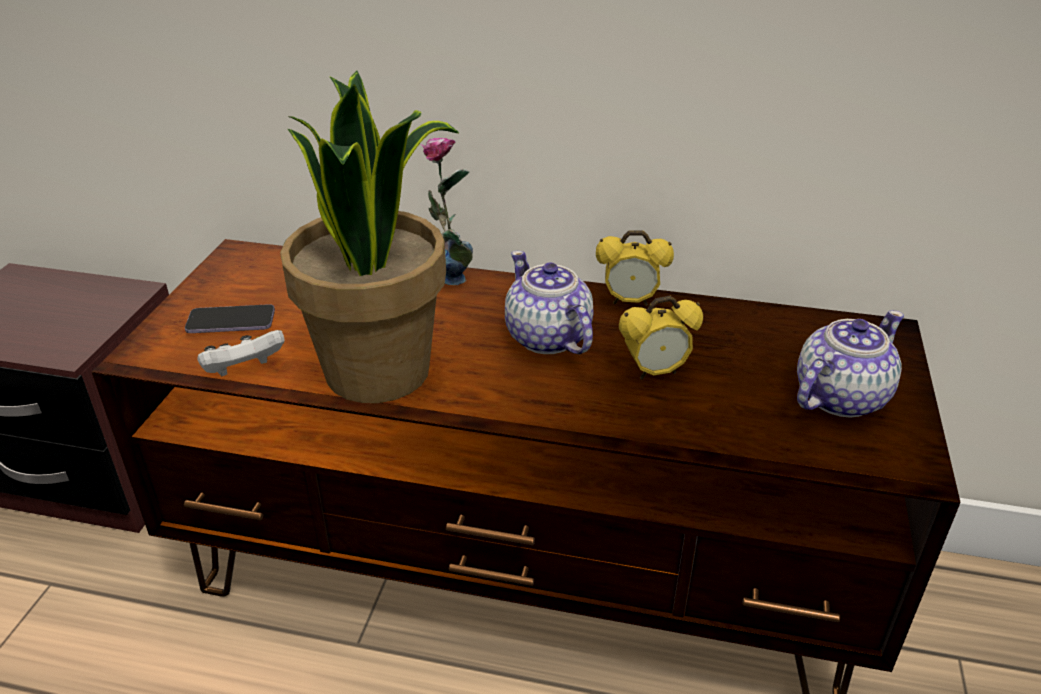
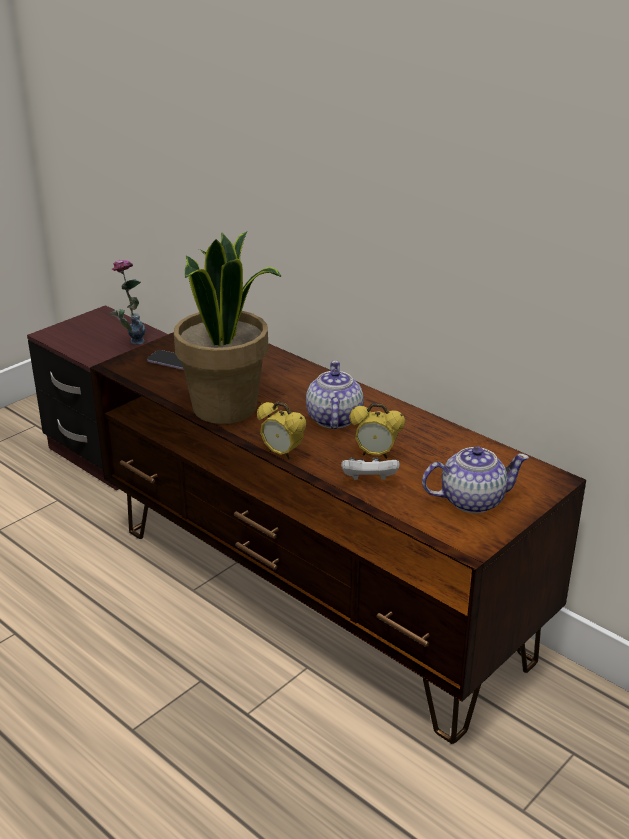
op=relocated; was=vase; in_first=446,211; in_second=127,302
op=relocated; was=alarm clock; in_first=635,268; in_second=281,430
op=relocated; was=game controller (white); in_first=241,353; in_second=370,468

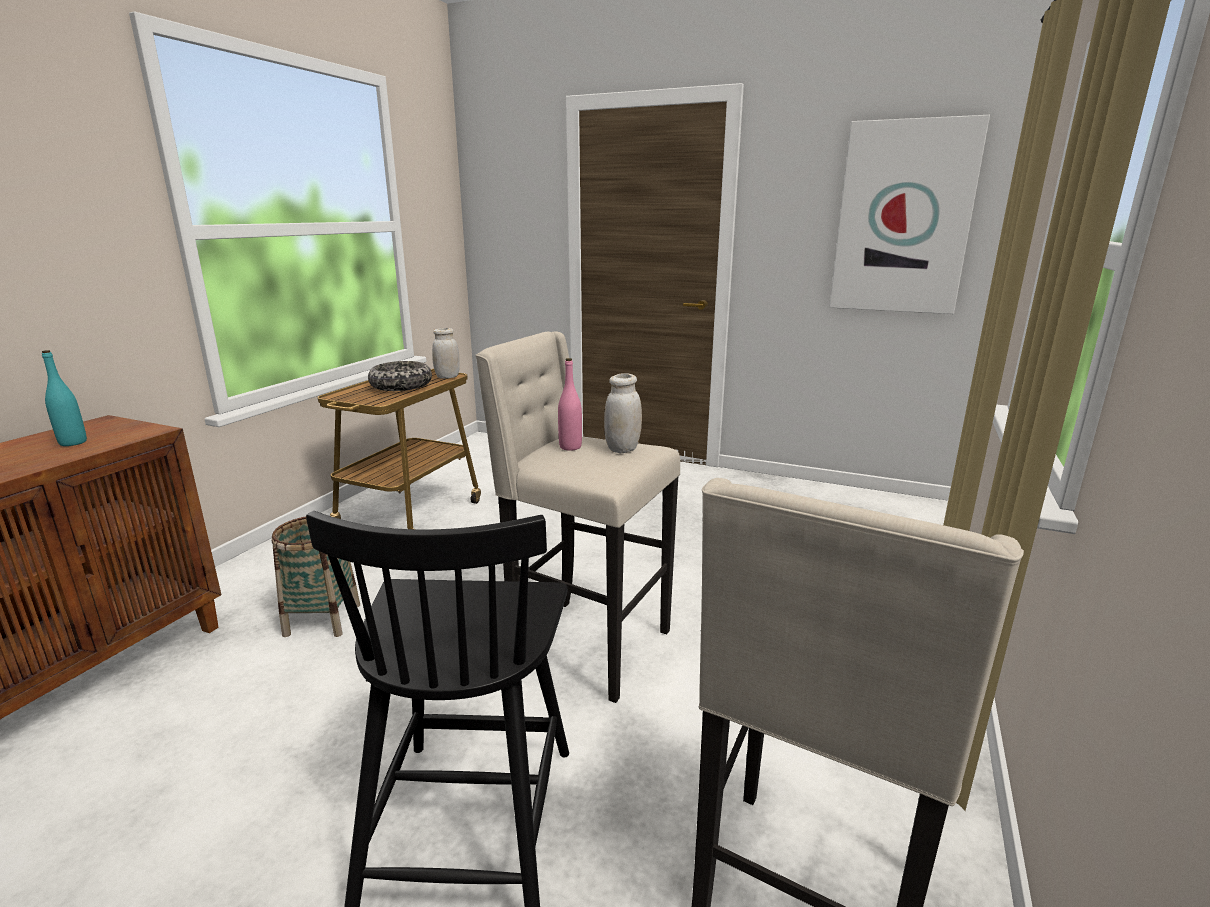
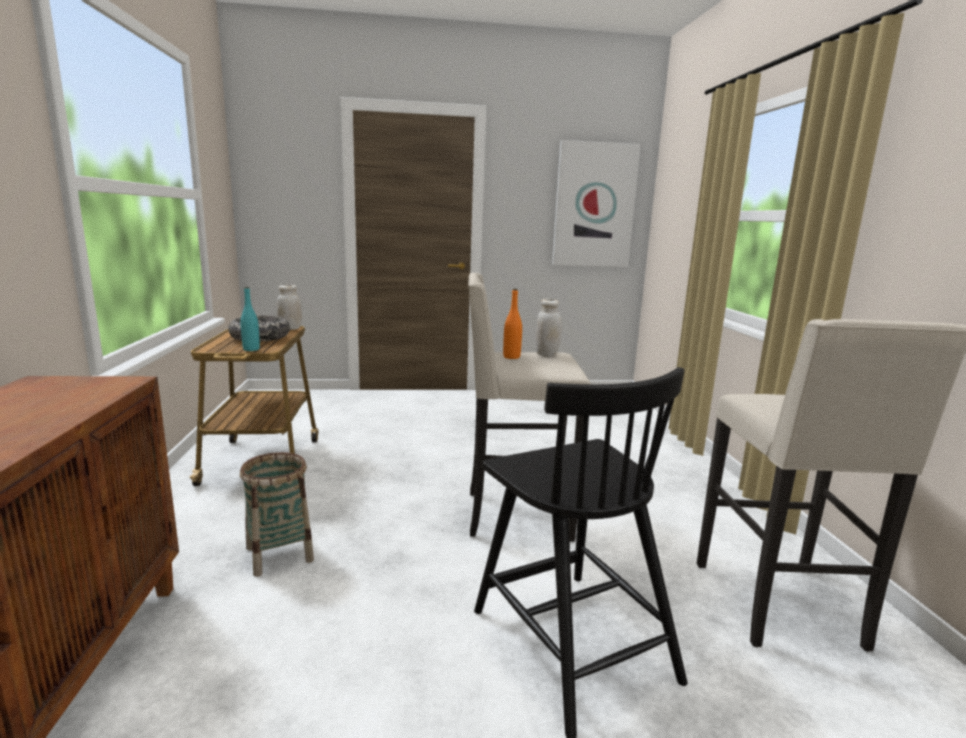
op=relocated; was=bottle (turquoise); in_first=64,398; in_second=250,319
op=colour; was=bottle (pink); now=bottle (orange); in_first=570,404; in_second=512,324

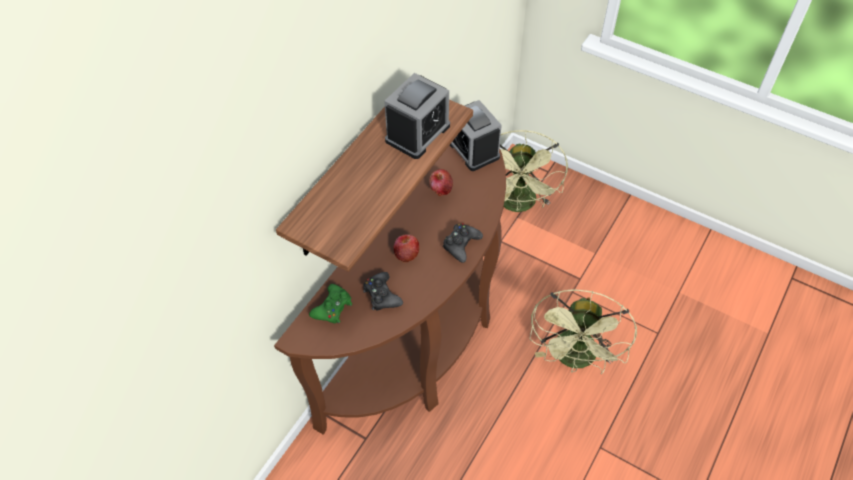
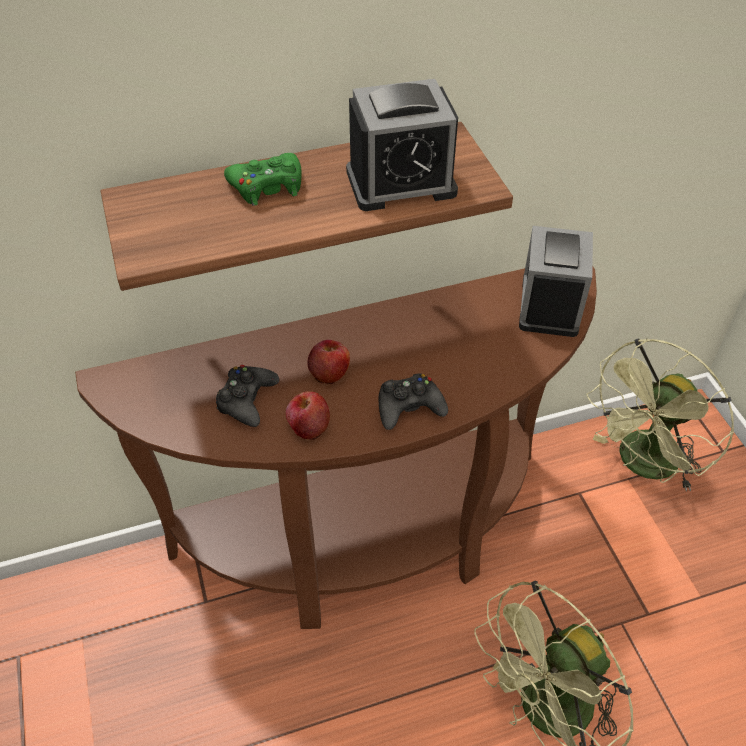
op=relocated; was=apple; in_first=441,182; in_second=308,416
op=relocated; was=game controller (green); in_first=330,303; in_second=262,179

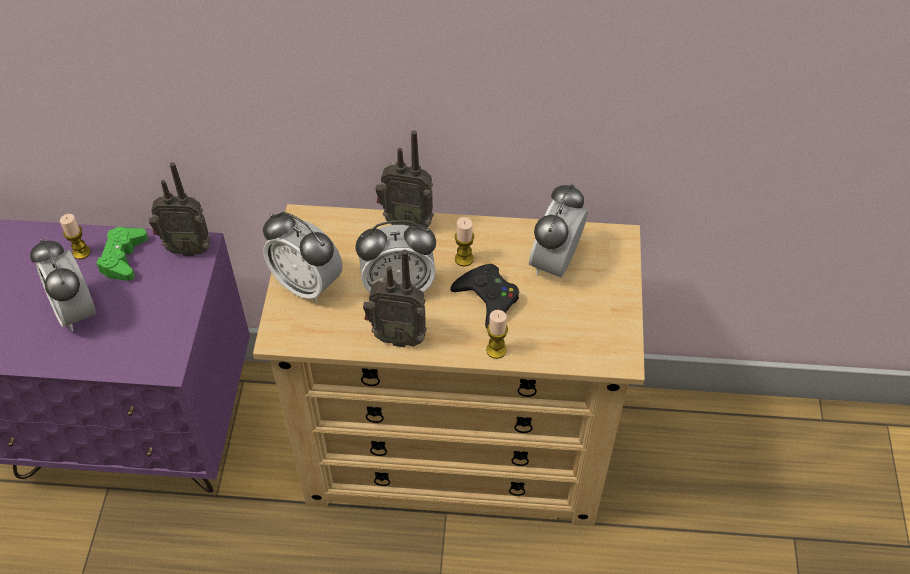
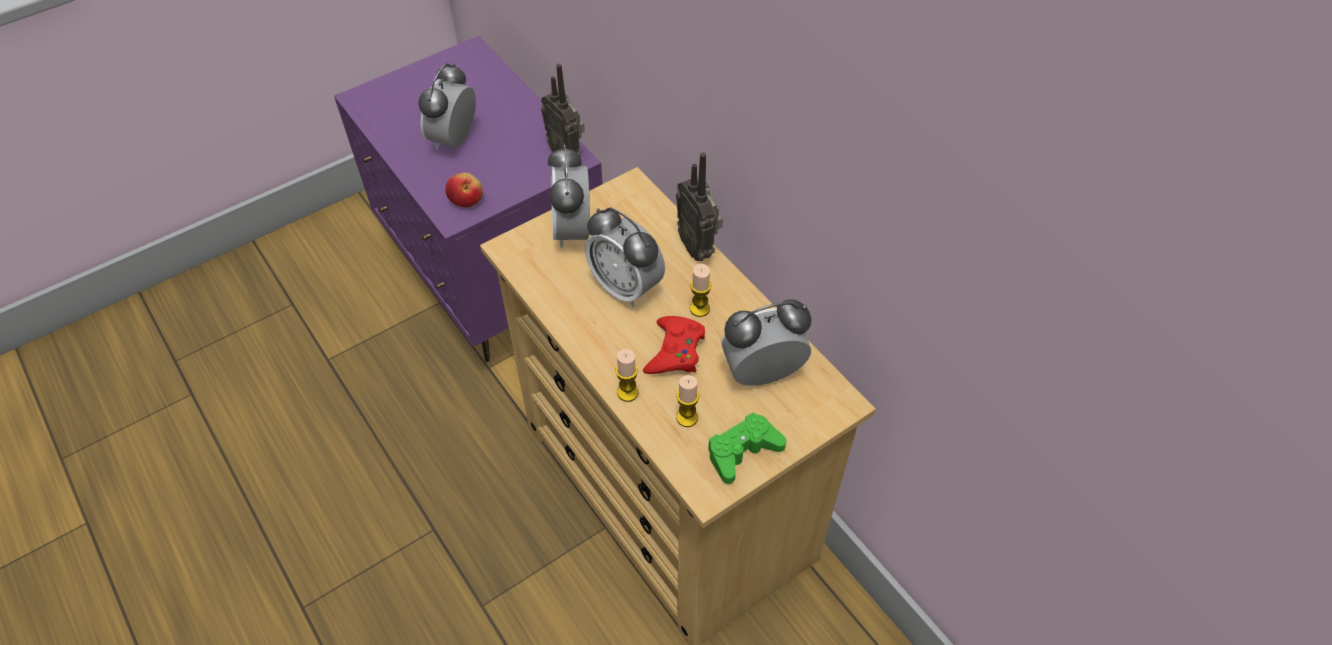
op=relocated; was=candle; in_first=75,236; in_second=687,401
op=relocated; was=game controller (green); in_first=122,254; in_second=747,448
op=missing; was=radio; in_first=395,298
op=colour; was=game controller (black); now=game controller (red); in_first=484,296; in_second=674,345
op=appeared; now=apple; in_second=464,190

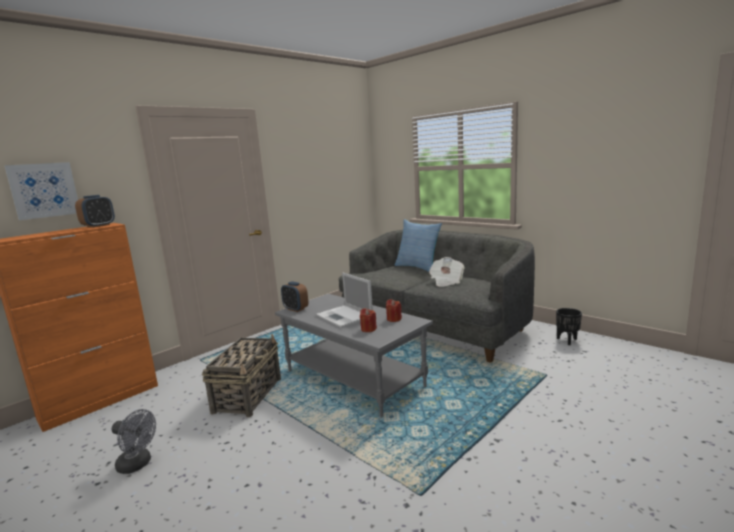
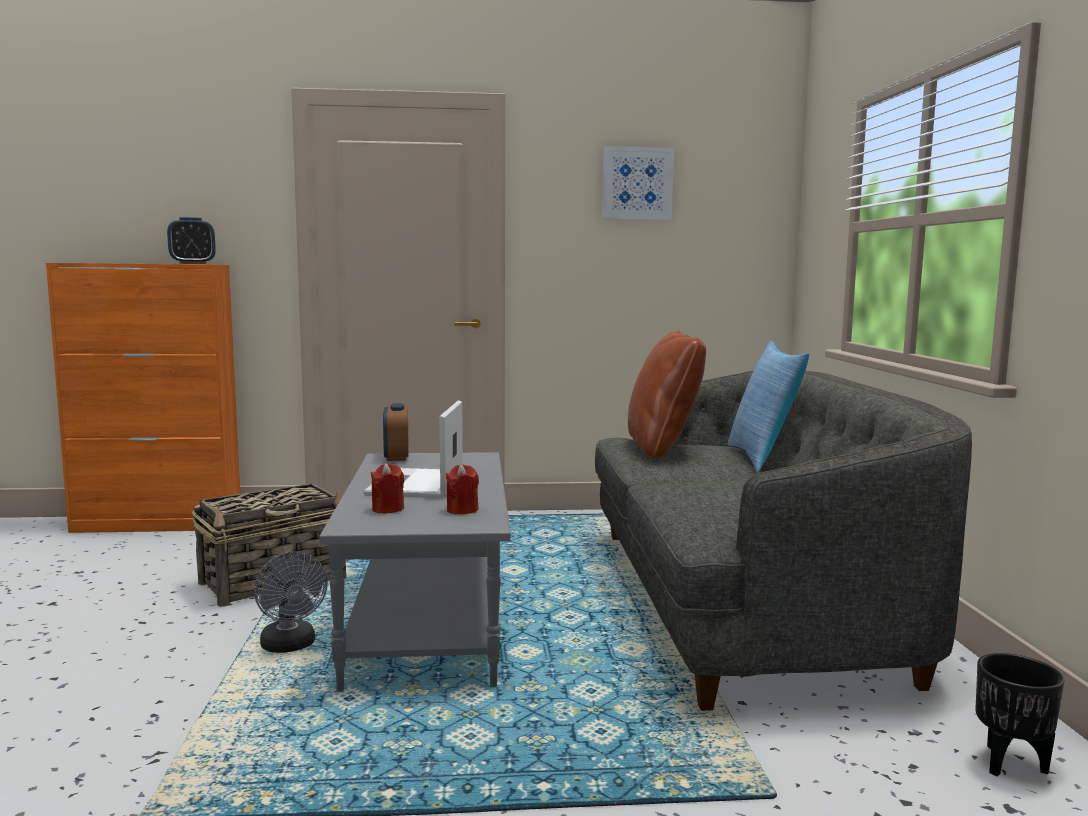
op=relocated; was=picture; in_first=41,191; in_second=638,183
op=missing; was=newspaper; in_first=447,272
op=relocated; was=fan (grey); in_first=134,441; in_second=291,602
op=appeared; now=pillow (brown); in_second=667,395

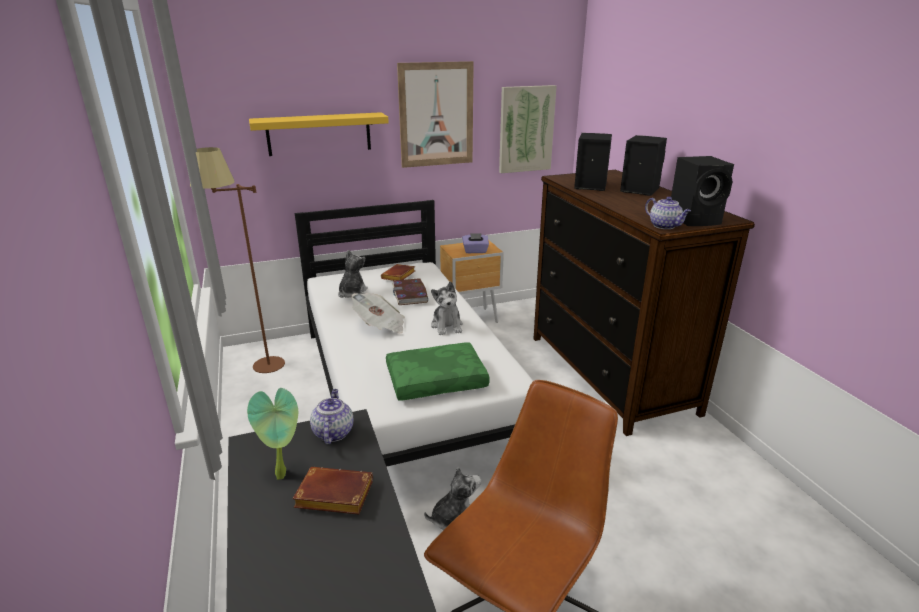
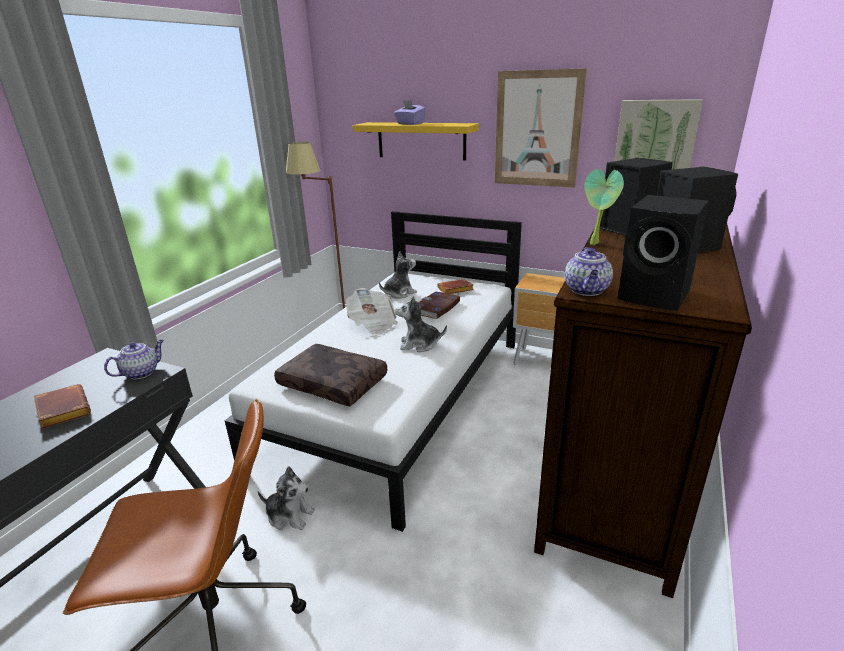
op=relocated; was=tissue box (purple); in_first=475,243; in_second=410,112
op=spun; was=plush toy; in_first=447,308; in_second=421,324; clockwise=60
op=colour; was=pillow (green); now=pillow (brown); in_first=438,371; in_second=330,375
op=relocated; was=potted plant; in_first=272,434; in_second=604,207

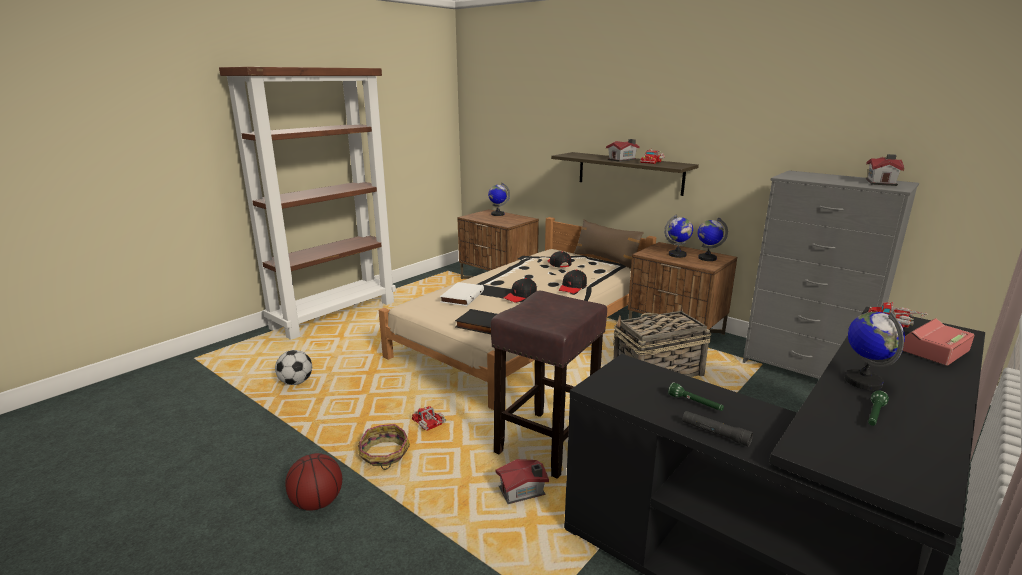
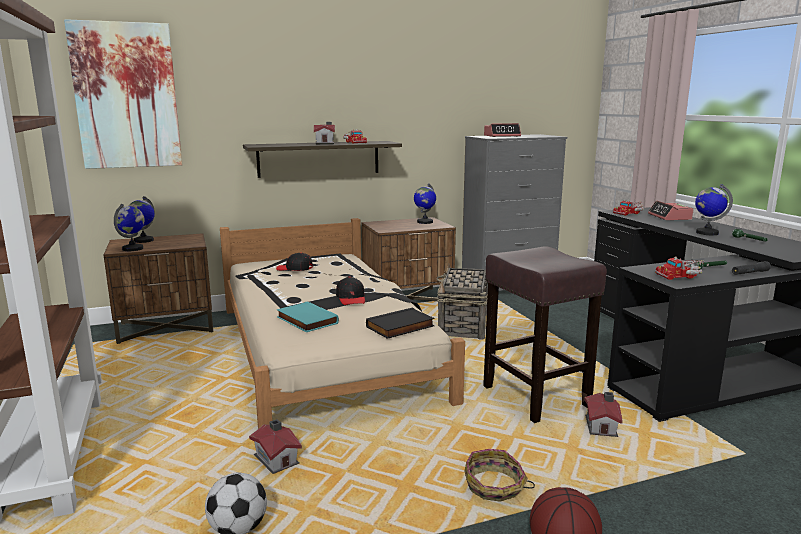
op=relocated; was=toy house; in_first=885,170; in_second=275,446
op=relocated; was=globe; in_first=678,236; in_second=129,227
op=missing; was=pillow (brown); in_first=609,244
op=missing; was=cap (black); in_first=573,282
op=colour; was=book (white); now=book (turquoise); in_first=462,294; in_second=308,317
op=relocated; was=toy truck; in_first=429,418; in_second=679,268
op=appeared; now=picture; in_second=123,94
op=appeared; now=alarm clock; in_second=502,130

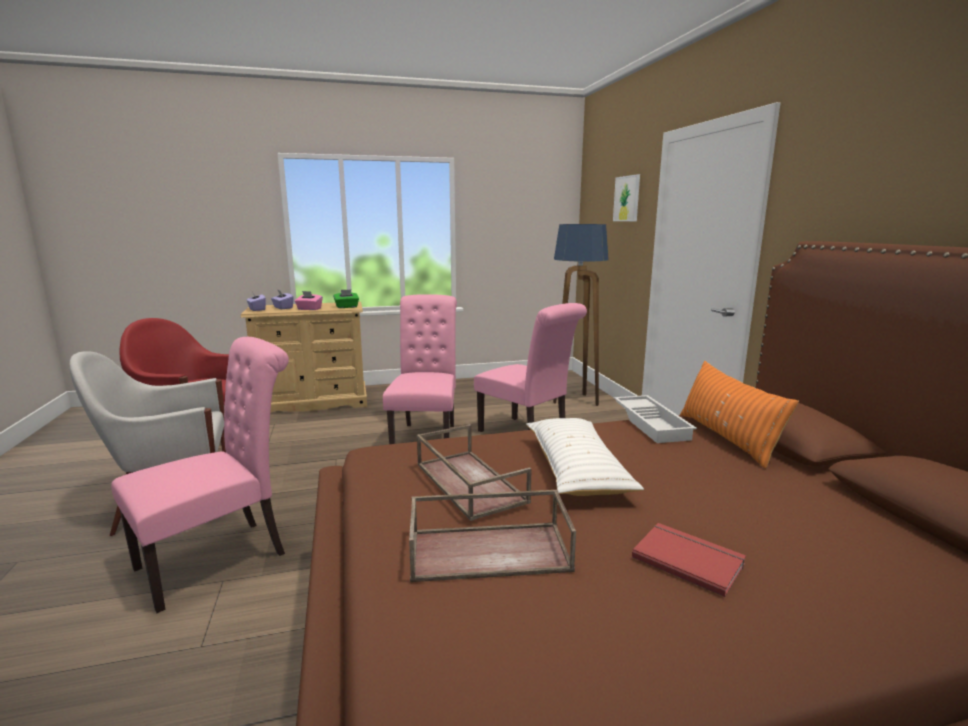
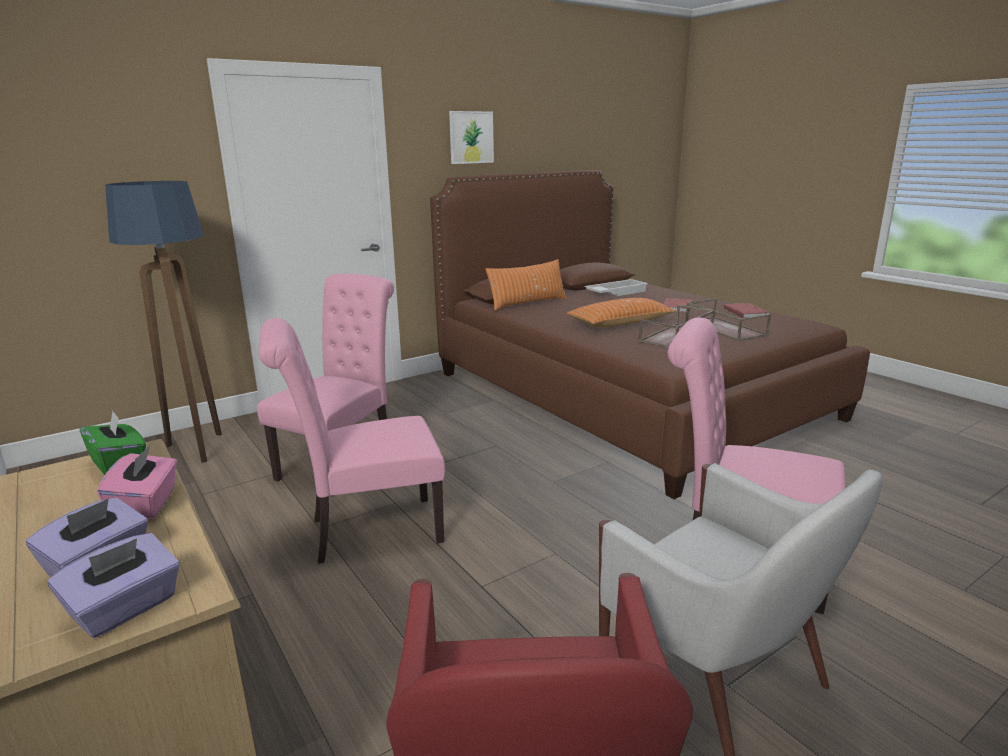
op=relocated; was=picture; in_first=626,197; in_second=471,137
op=relocated; was=tray (white); in_first=655,419; in_second=616,287
op=colour; was=pillow (white); now=pillow (orange); in_first=585,457; in_second=620,312
op=appeared; now=book (red); in_second=747,310

